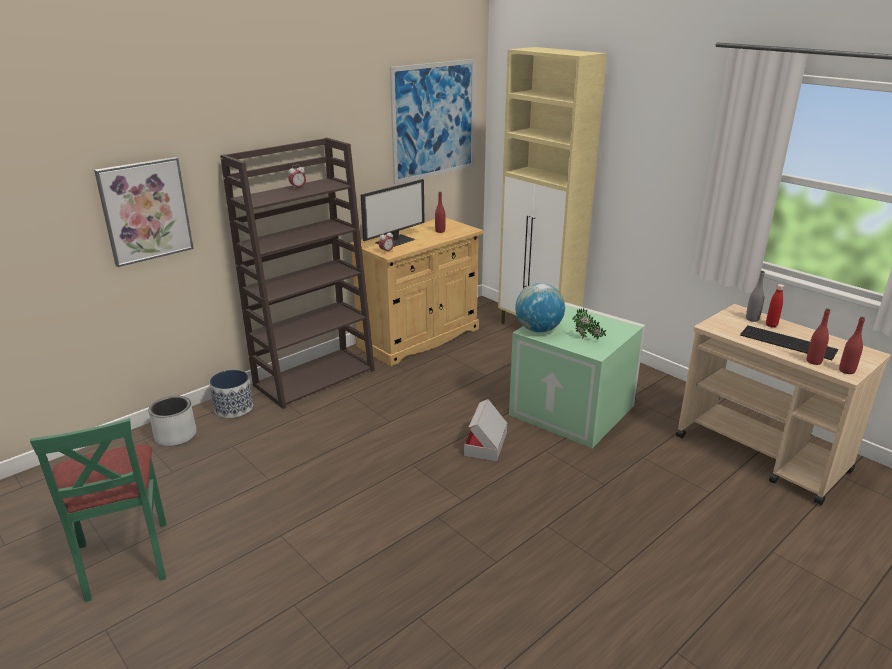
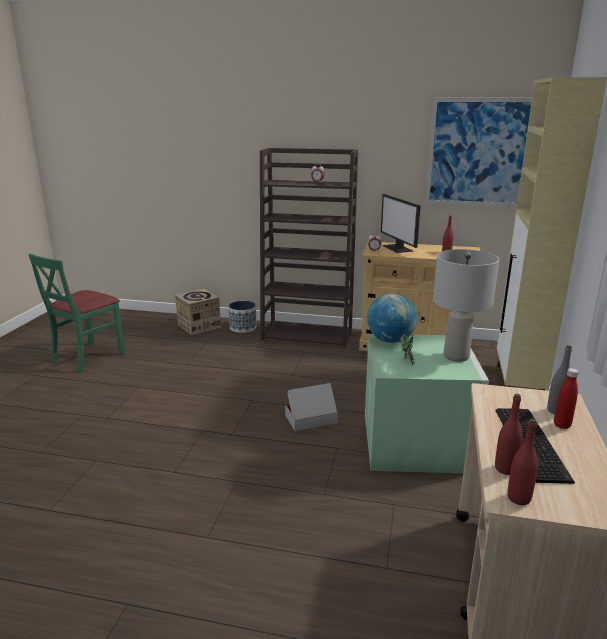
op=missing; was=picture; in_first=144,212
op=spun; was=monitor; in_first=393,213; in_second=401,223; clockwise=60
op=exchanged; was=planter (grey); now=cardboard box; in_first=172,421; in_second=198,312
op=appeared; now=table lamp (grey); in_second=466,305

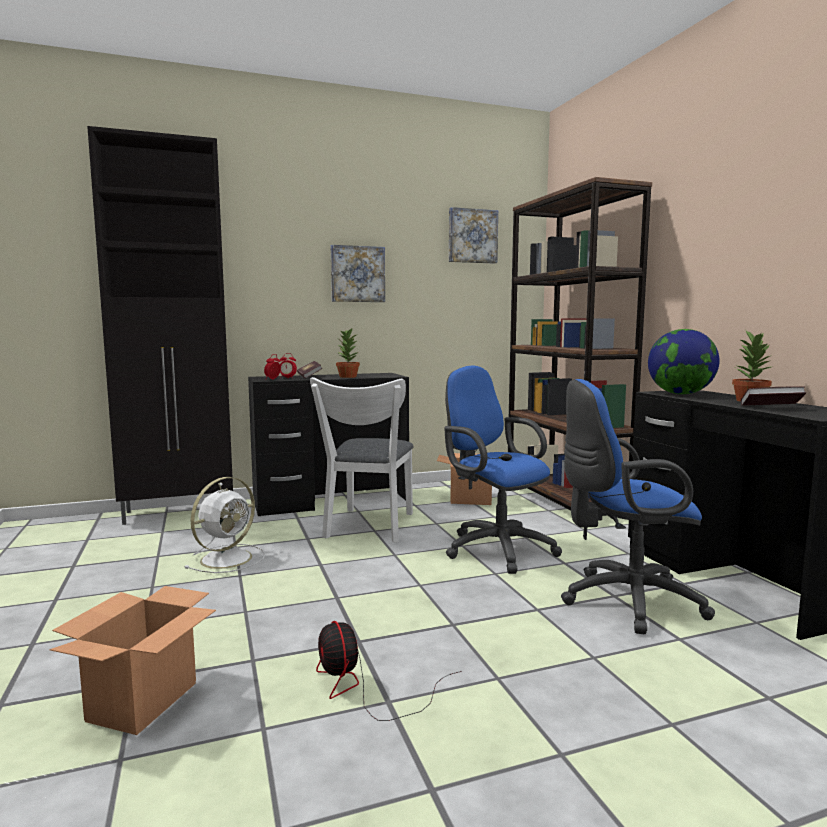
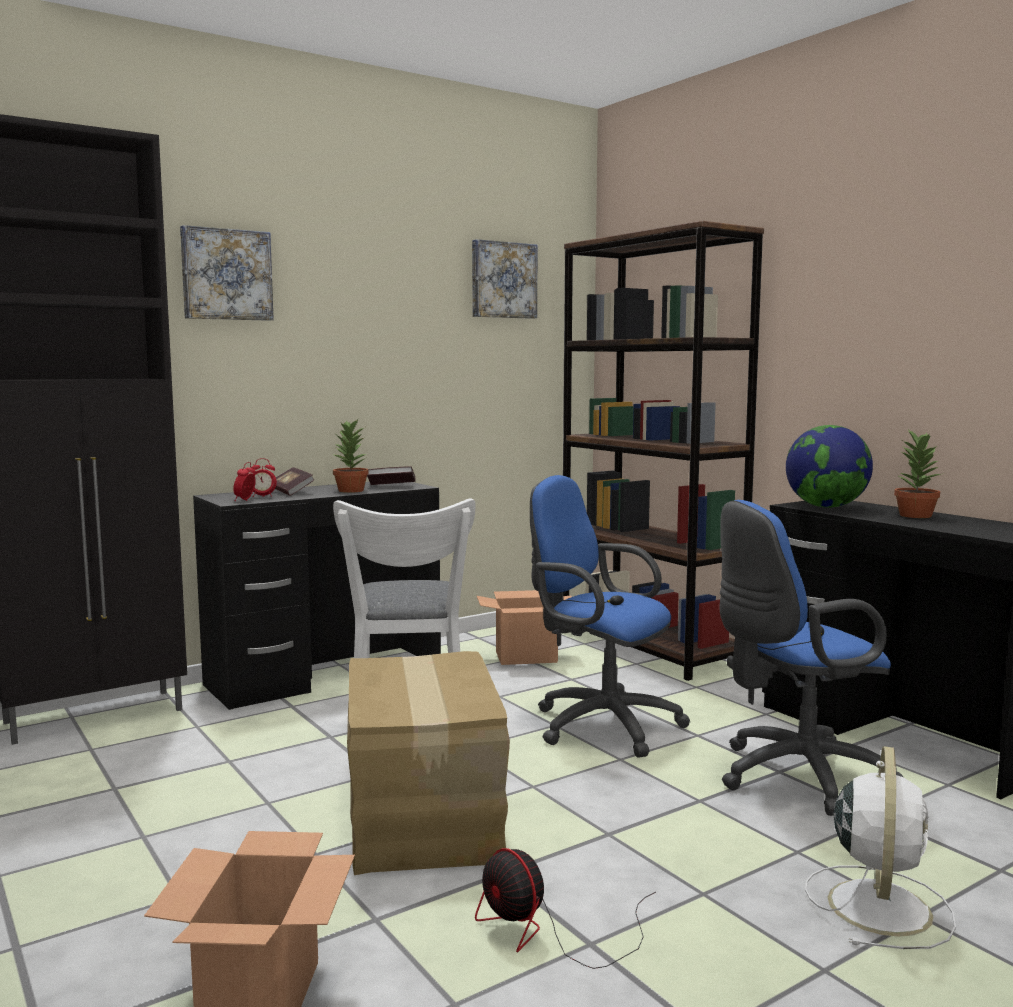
op=relocated; was=picture; in_first=358,273; in_second=227,273
op=relocated; was=book; in_first=773,396; in_second=391,475
op=relocated; was=fan (white); in_first=225,525; in_second=880,847
op=appeared; now=cardboard box; in_second=428,763

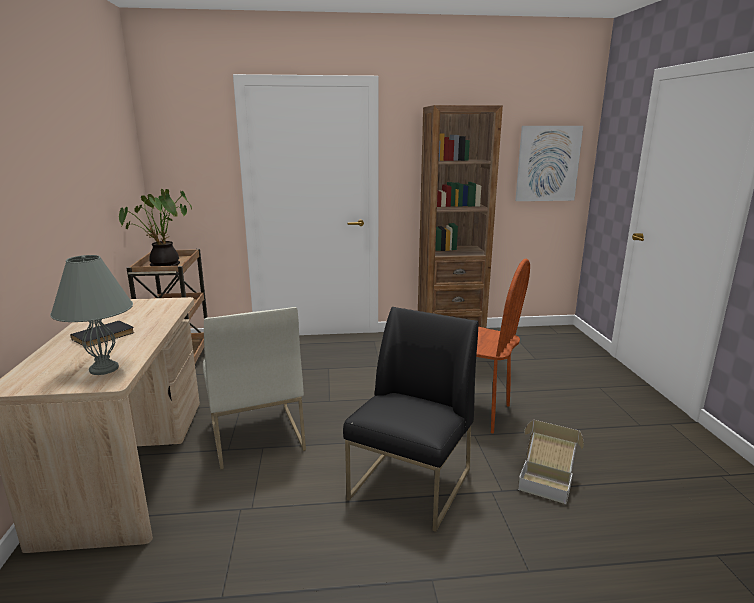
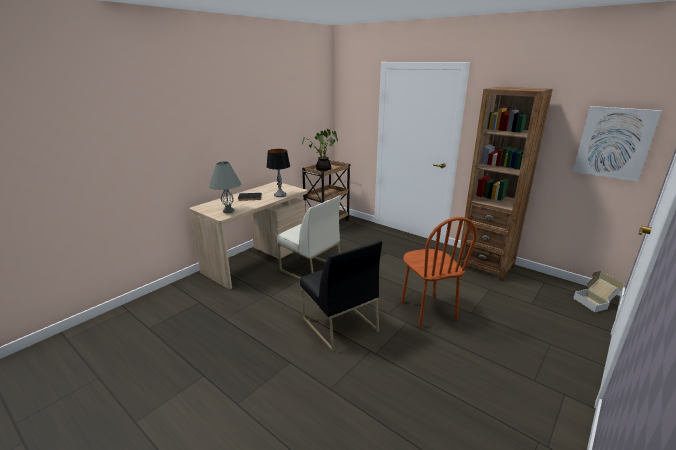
op=spun; was=chair (white); in_first=254,388; in_second=309,238; clockwise=-75
op=spun; was=chair (black); in_first=410,419; in_second=341,296; clockwise=75
op=relocated; was=cardboard box; in_first=551,462; in_second=599,291
op=appeared; now=table lamp; in_second=278,173

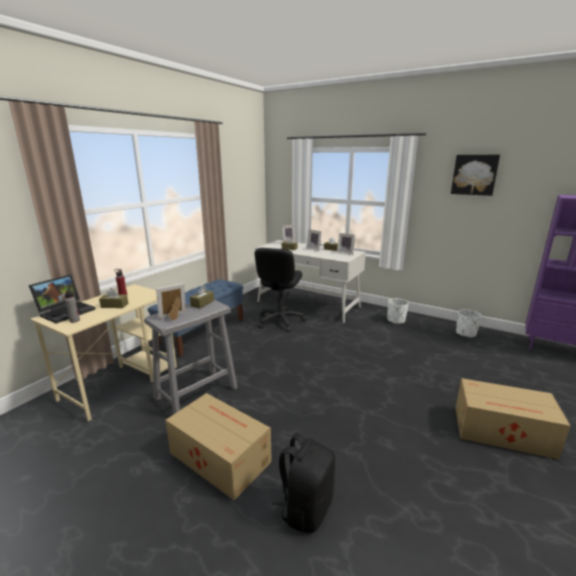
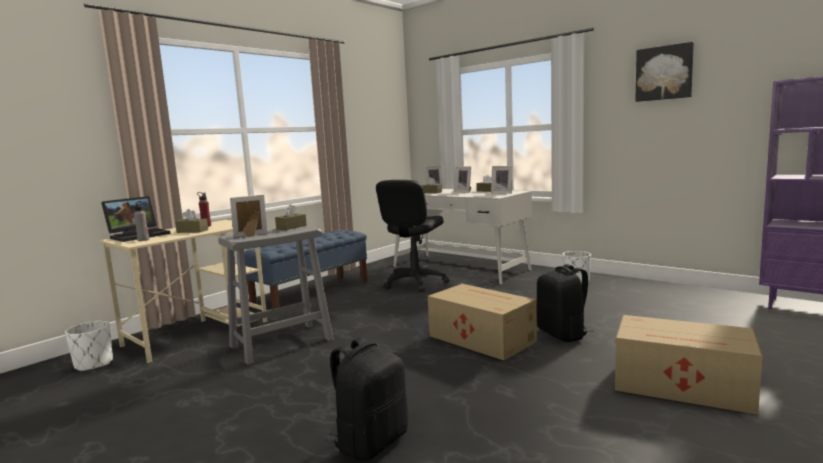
op=relocated; was=planter (white); in_first=469,323; in_second=89,346
op=relocated; was=cardboard box; in_first=218,446; in_second=482,322
op=appeared; now=backpack (black); in_second=565,303

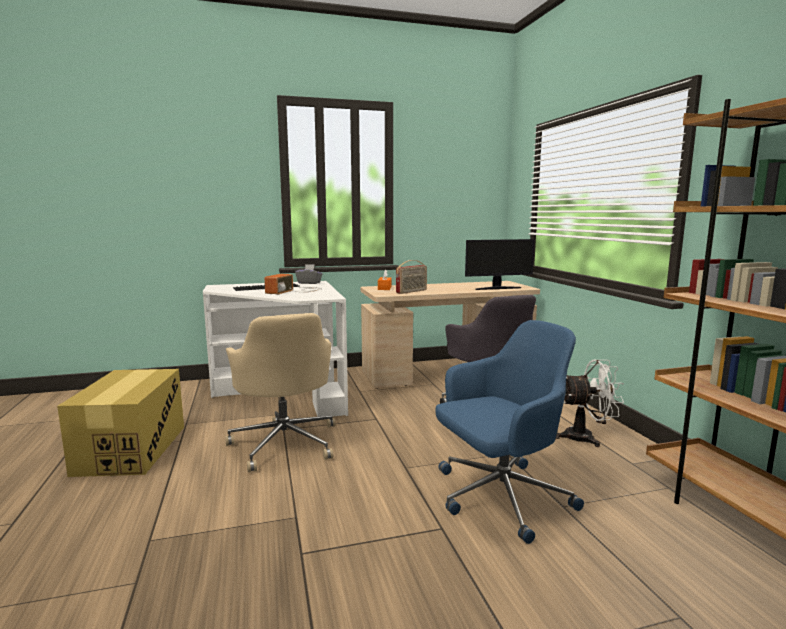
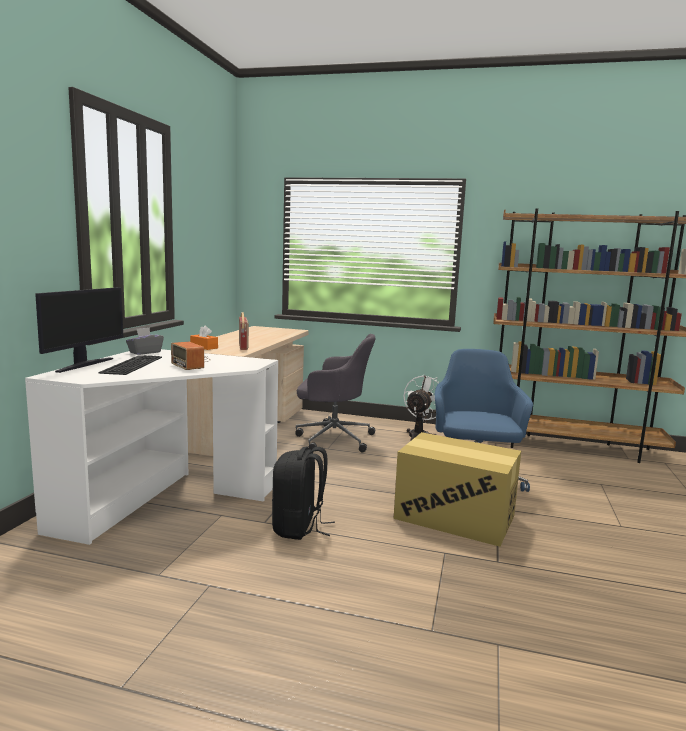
op=relocated; was=monitor; in_first=499,264; in_second=79,330
op=exchanged; was=office chair (beige); now=backpack (black); in_first=280,392; in_second=303,493
op=relocated; was=cardboard box; in_first=120,423; in_second=457,489

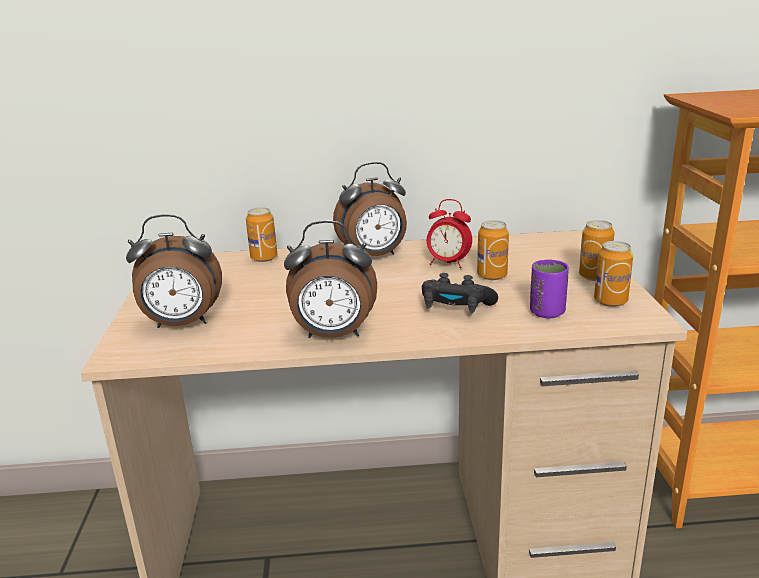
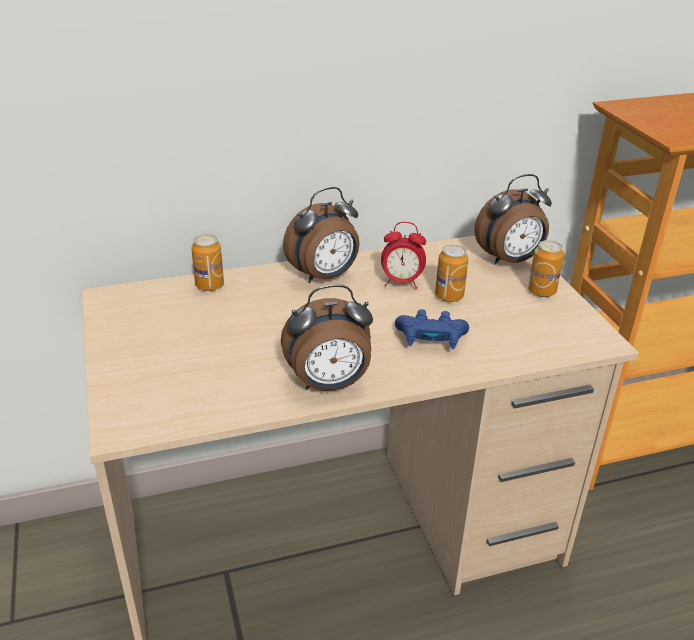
op=relocated; was=alarm clock; in_first=174,271; in_second=513,219
op=missing; was=can; in_first=613,274
op=missing; was=cup (purple); in_first=549,288
op=colour; was=game controller (black); now=game controller (blue); in_first=460,293; in_second=432,329

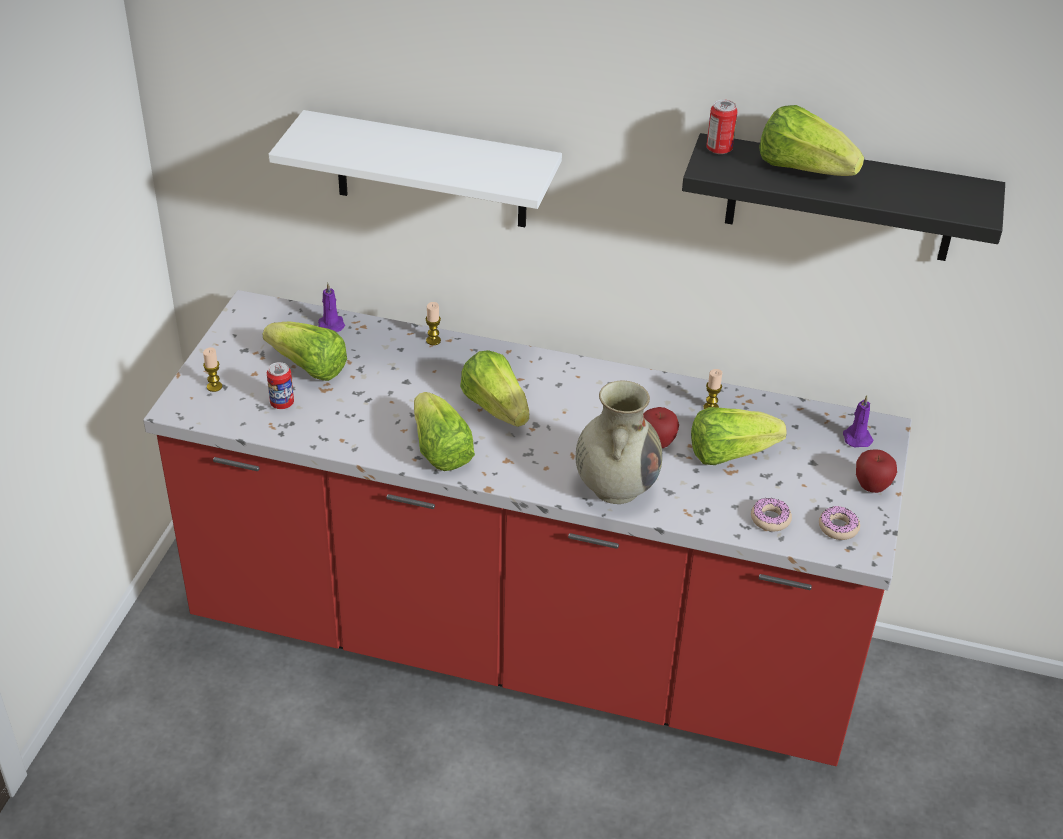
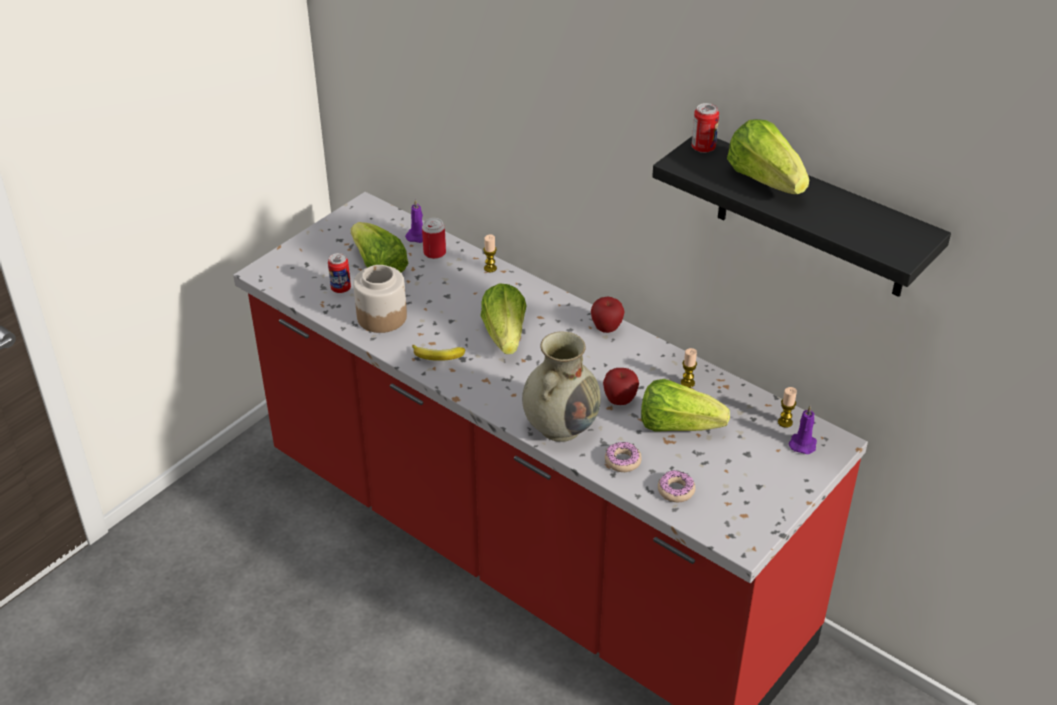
op=missing; was=shelf (white); in_first=415,168
op=relocated; was=candle; in_first=212,369; in_second=787,407
op=exchanged; was=lettuce; now=banana; in_first=444,431; in_second=438,353
op=relocated; was=apple; in_first=876,471; in_second=608,315
op=relocated; was=donut; in_first=839,523; in_second=623,457
op=appeared; now=can; in_second=434,238
op=appeared; now=jar; in_second=380,299

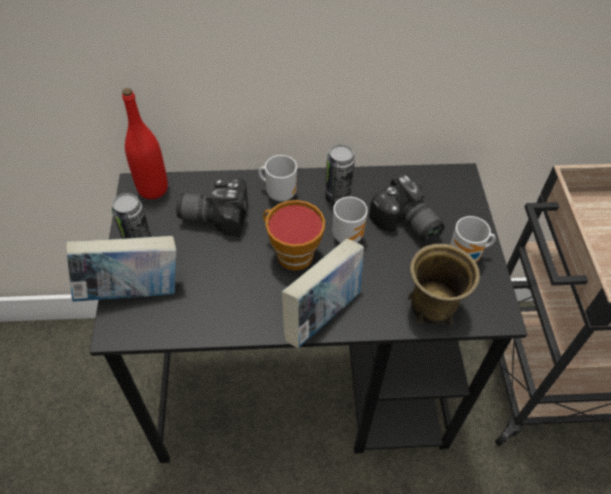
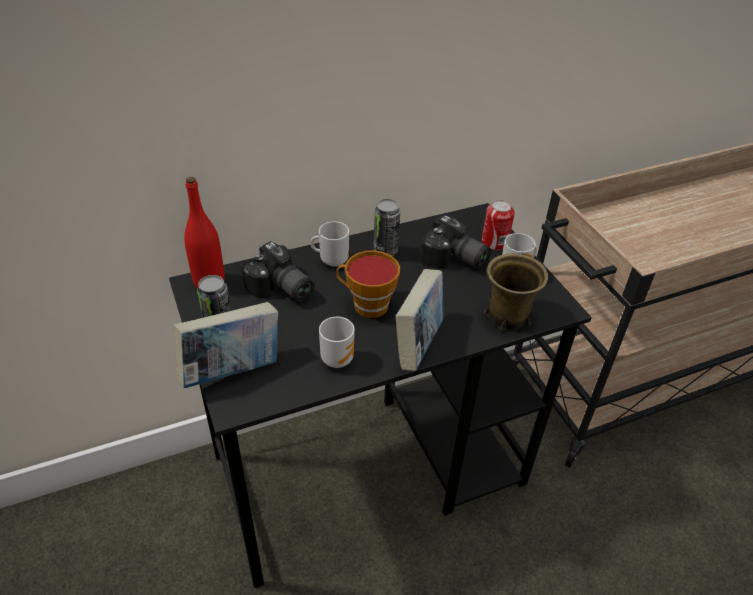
op=spun; was=photo camera; in_first=212,207; in_second=278,271; clockwise=-120
op=relocated; was=mug; in_first=350,220; in_second=337,342
op=appeared; now=can; in_second=498,225

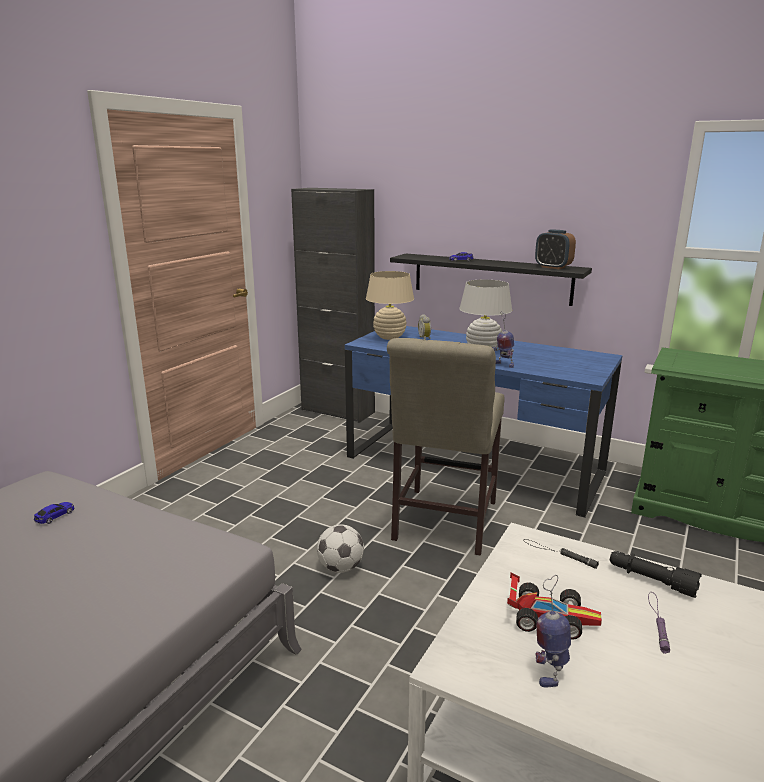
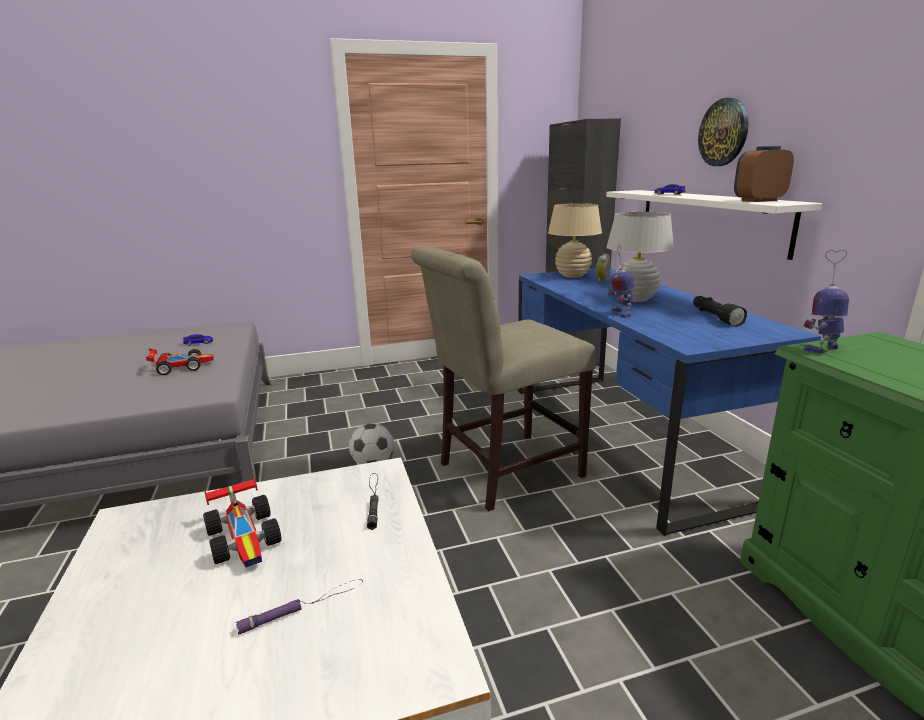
op=spun; was=alarm clock; in_first=555,249; in_second=764,174; clockwise=75
op=colour; was=shelf (black); now=shelf (white); in_first=491,280; in_second=714,225
op=relocated; was=flashlight (black); in_first=656,574; in_second=720,311
op=relocated; was=toy robot; in_first=553,631; in_second=826,302
op=appeared; now=wall clock; in_second=723,132
op=appeared; now=toy car; in_second=180,362

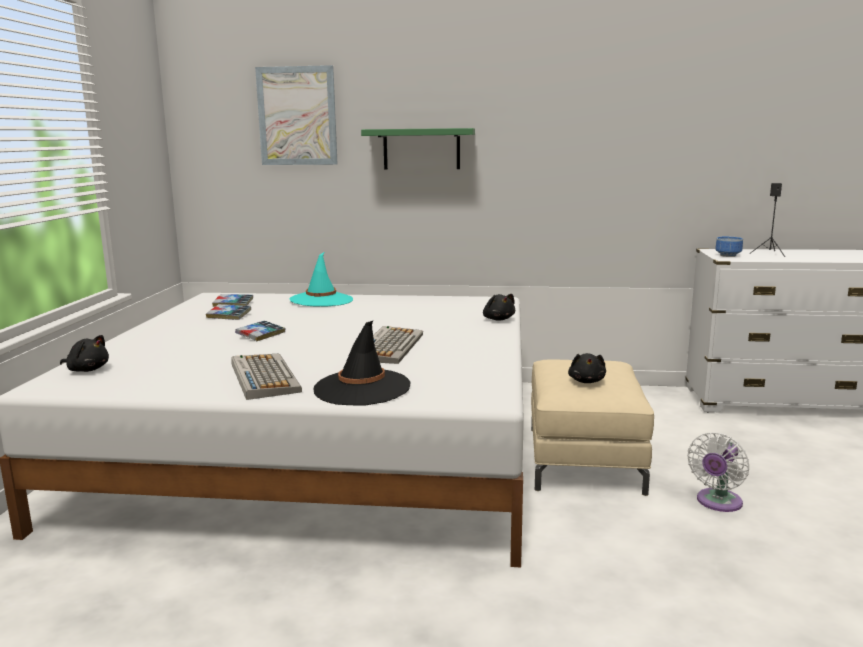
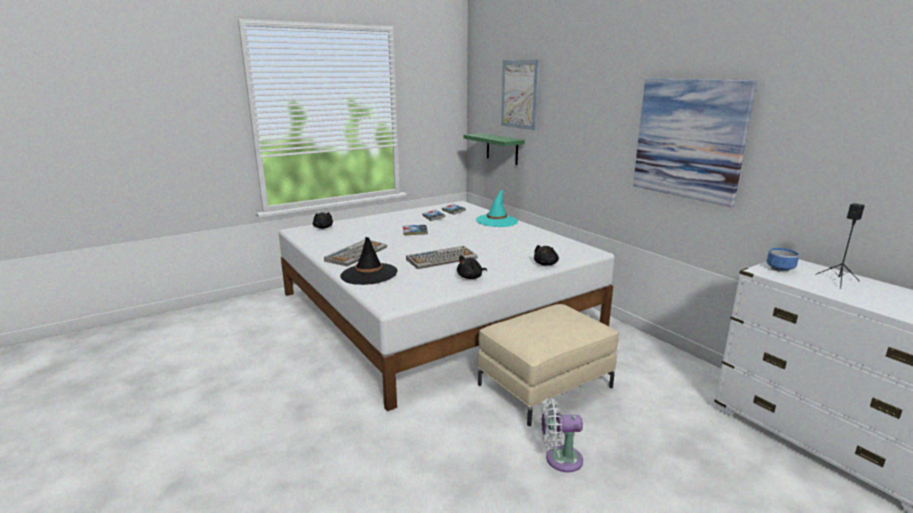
op=relocated; was=shelf (green); in_first=418,149; in_second=494,149
op=relocated; was=plush toy (black); in_first=587,368; in_second=472,267
op=appeared; now=picture; in_second=695,142

